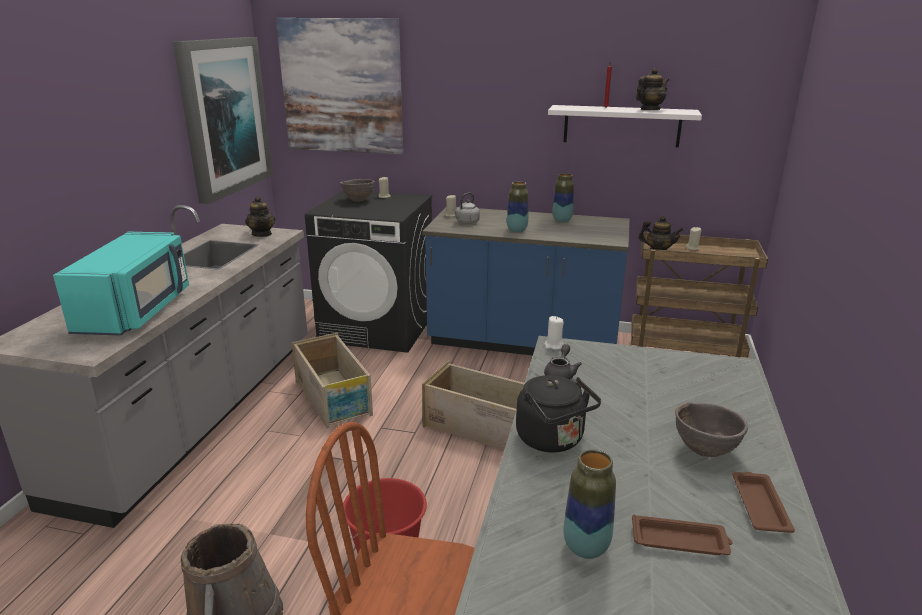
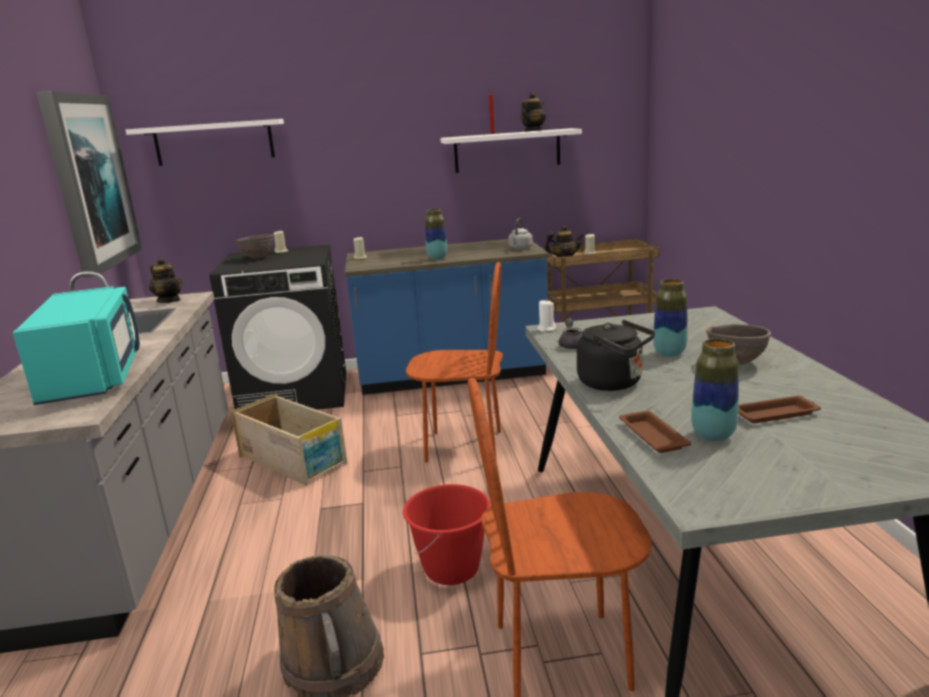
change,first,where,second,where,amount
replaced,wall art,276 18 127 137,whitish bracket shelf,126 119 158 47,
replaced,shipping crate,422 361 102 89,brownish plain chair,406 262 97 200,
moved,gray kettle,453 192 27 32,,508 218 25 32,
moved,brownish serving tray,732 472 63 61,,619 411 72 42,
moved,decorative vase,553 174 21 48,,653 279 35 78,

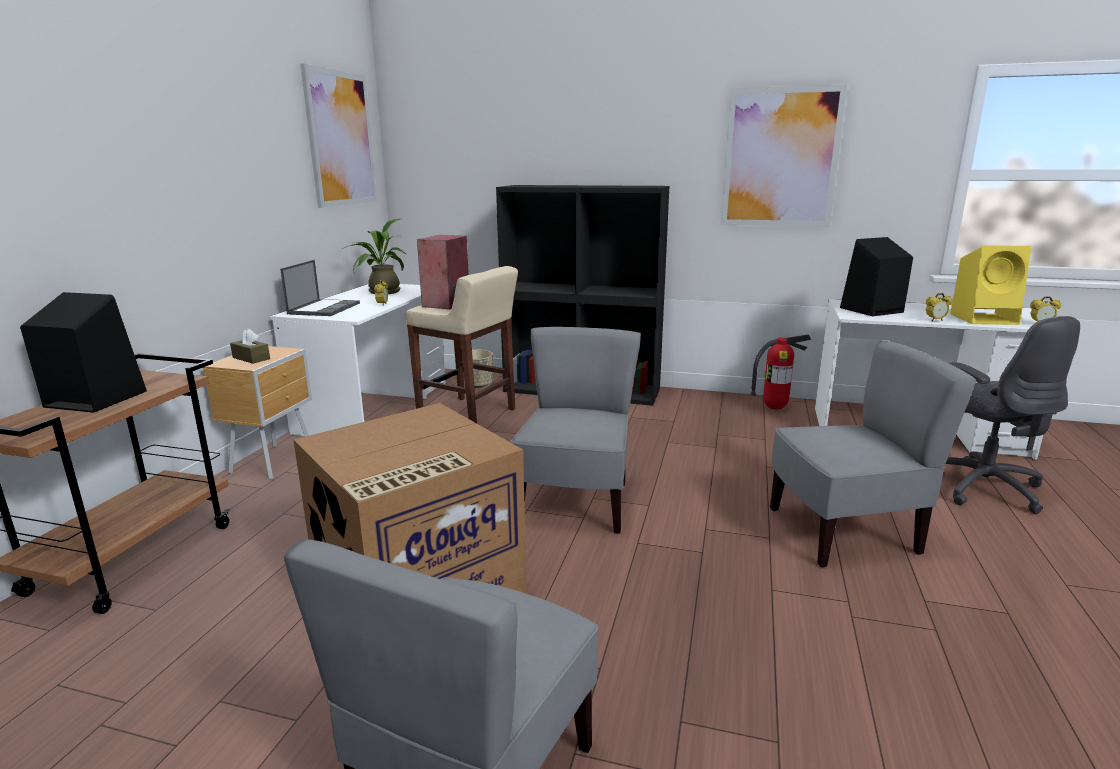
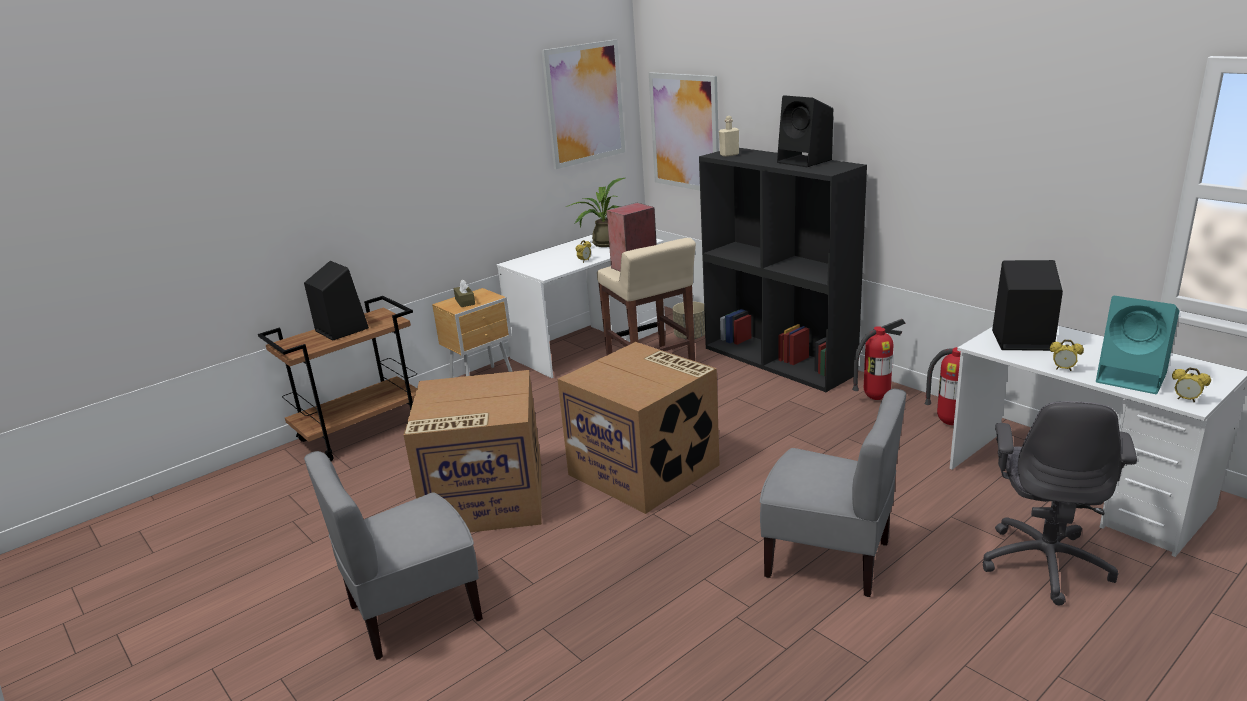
change,first,where,second,where,amount
replaced,gray plain chair,510 327 131 207,carton,557 342 163 172,
moved,wall art,721 85 127 142,,649 72 70 119,
added,,,beige-coloured bottle,719 116 20 41,
added,,,black speaker,777 95 56 72,
added,,,extinguisher,852 319 53 81,
recoloured,yellow speaker,950 246 81 79,turquoise speaker,1096 296 83 98,
removed,laptop,280 260 80 56,,,

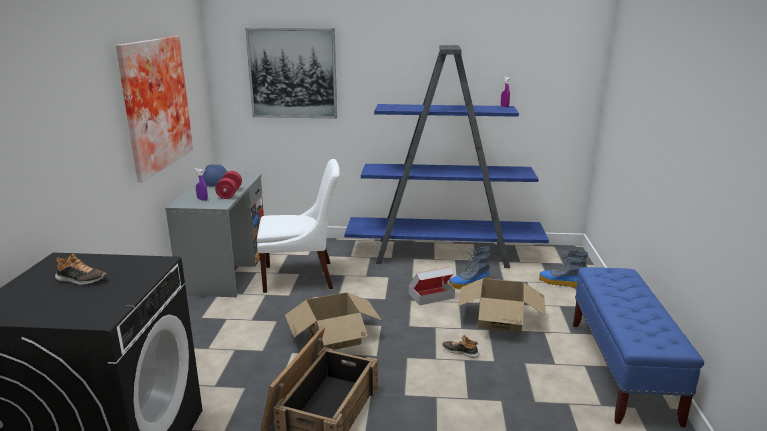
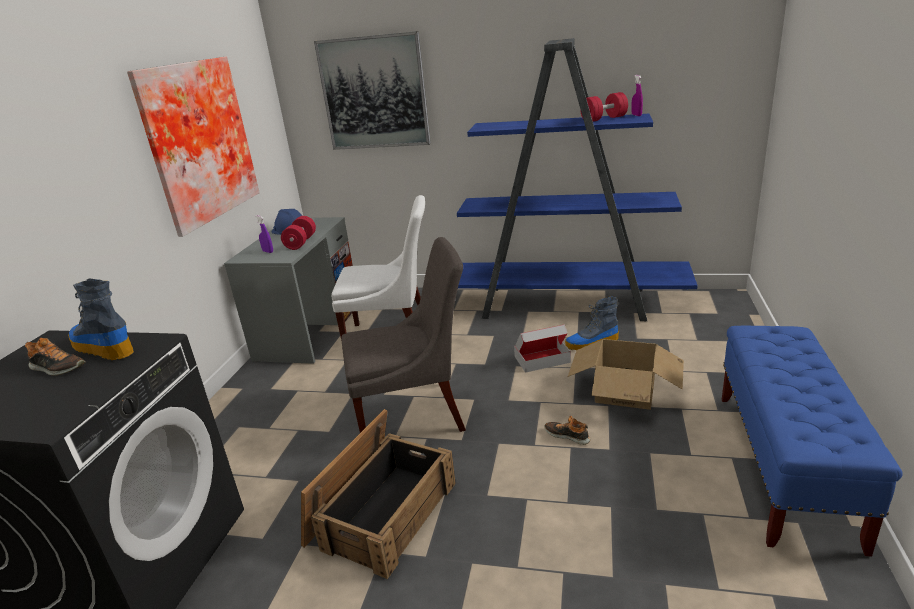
change,first,where,second,where,amount
moved,tall boot,539 250 49 38,,68 279 66 81,
replaced,carton,285 292 97 60,gray plain chair,341 237 125 196,
added,,,red hand weight,580 92 48 29,

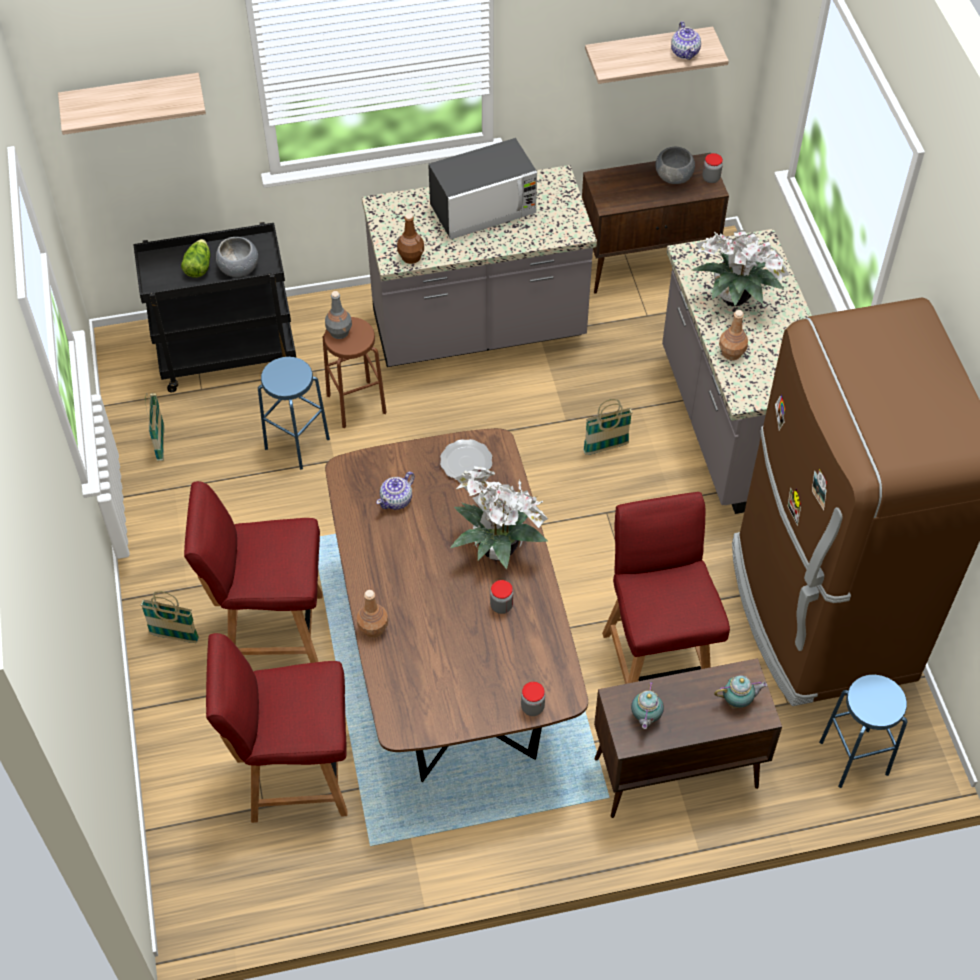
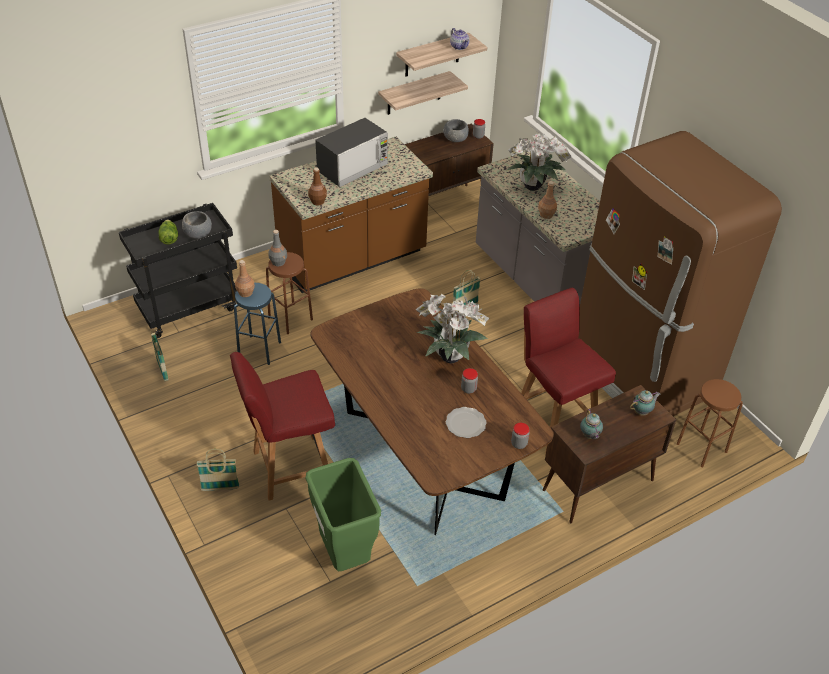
change,first,where,second,where,amount
moved,brownish bottle,357 590 31 48,,235 260 20 37,
recoloured,gray counter,362 165 235 202,brownish counter,269 137 164 156,
replaced,red plain chair,206 633 142 190,green-coloured trash can,306 458 75 113,
moved,bracket shelf,58 73 148 62,,378 71 90 44,
moved,plate,440 439 52 40,,446 407 41 31,
recoloured,bluish sitting stool,819 675 89 113,brownish sitting stool,677 379 66 88,
removed,teapot,376 472 39 38,,,

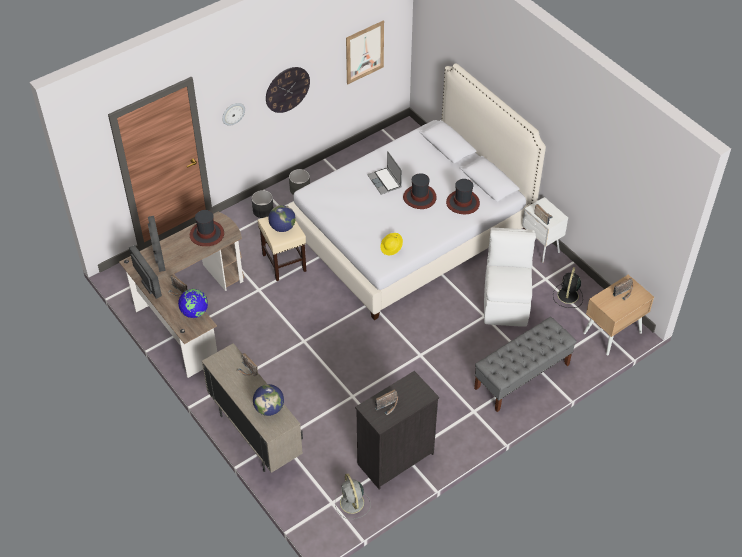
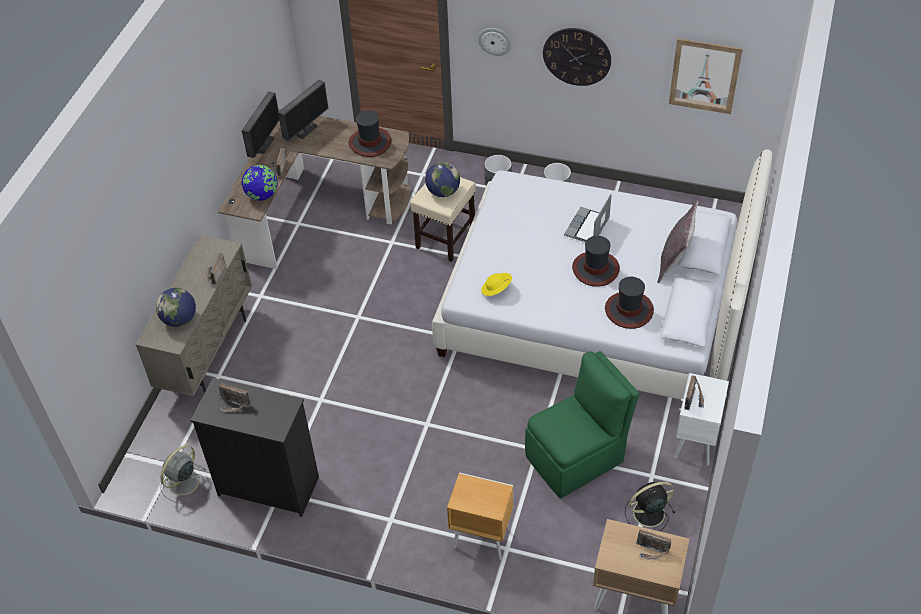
change,first,where,second,where,amount
replaced,gray bench,474 317 103 95,brownish night table,447 472 66 88,
recoloured,whitish plain chair,484 227 52 100,green-coloured plain chair,525 351 114 147,
added,,,gray throw pillow,658 201 40 82,

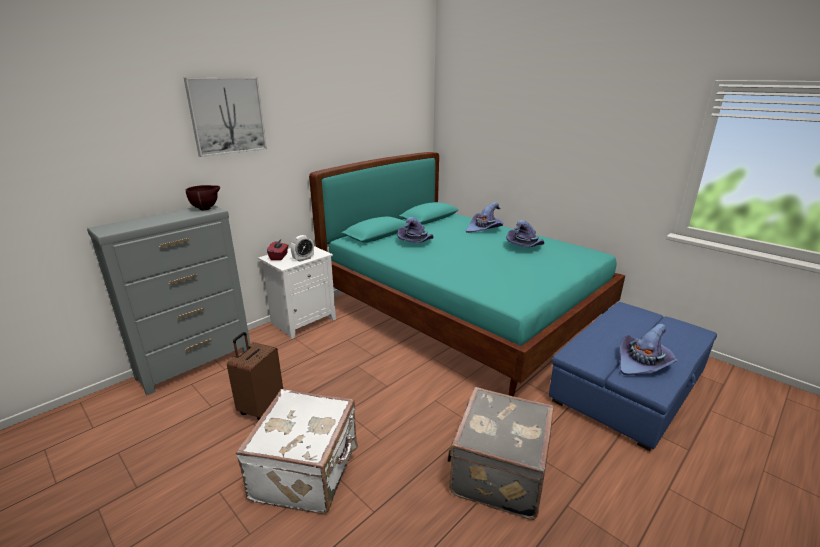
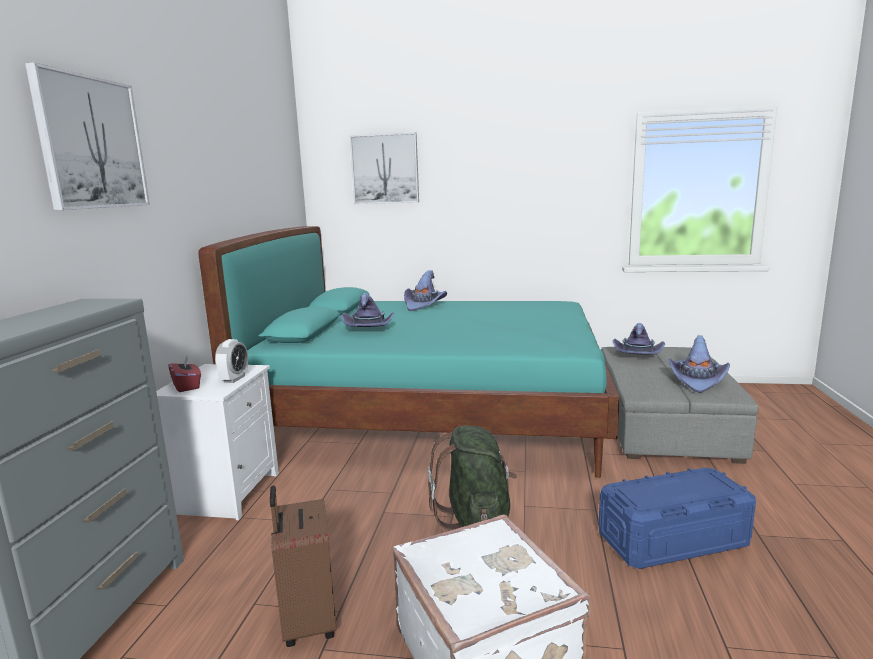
change,first,where,second,where,amount
added,,,wall art,350 132 69 72,
added,,,green-coloured rucksack,428 425 89 106,
replaced,gray travel case,447 387 107 133,bluish storage container,599 467 157 102,
recoloured,bluish pouffe,549 302 168 149,gray pouffe,601 347 158 117,
moved,purple hat,507 220 37 27,,612 323 53 31,
removed,brownish deep dish,186 185 34 25,,,

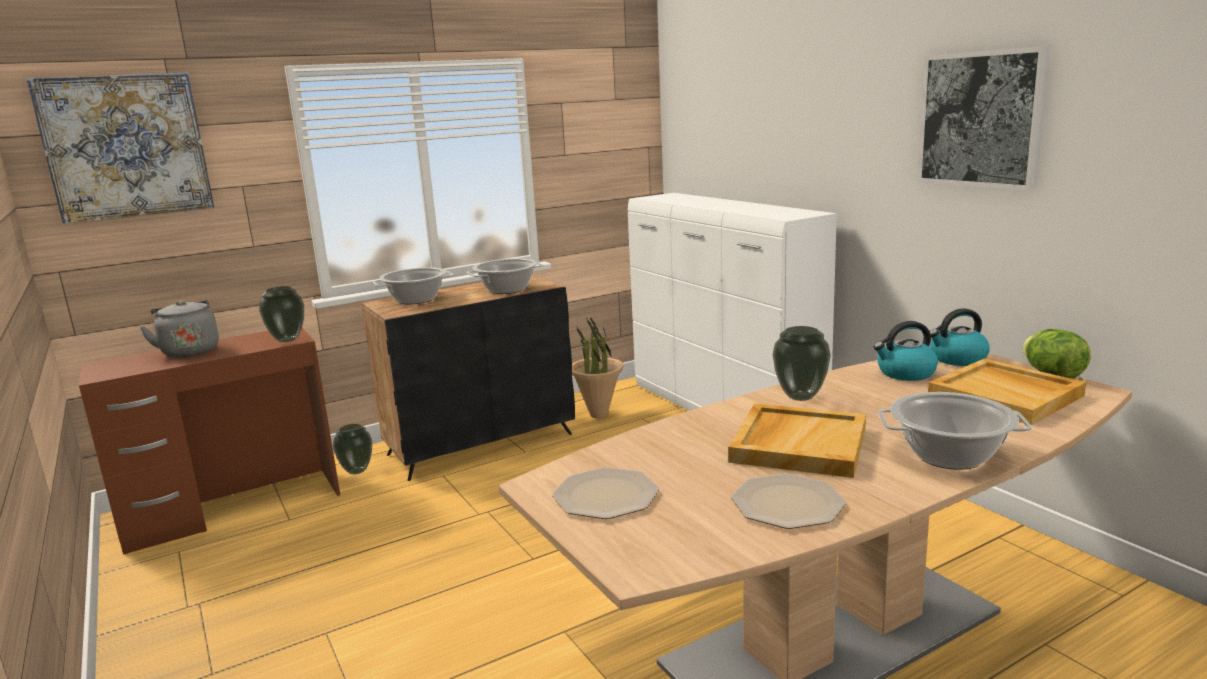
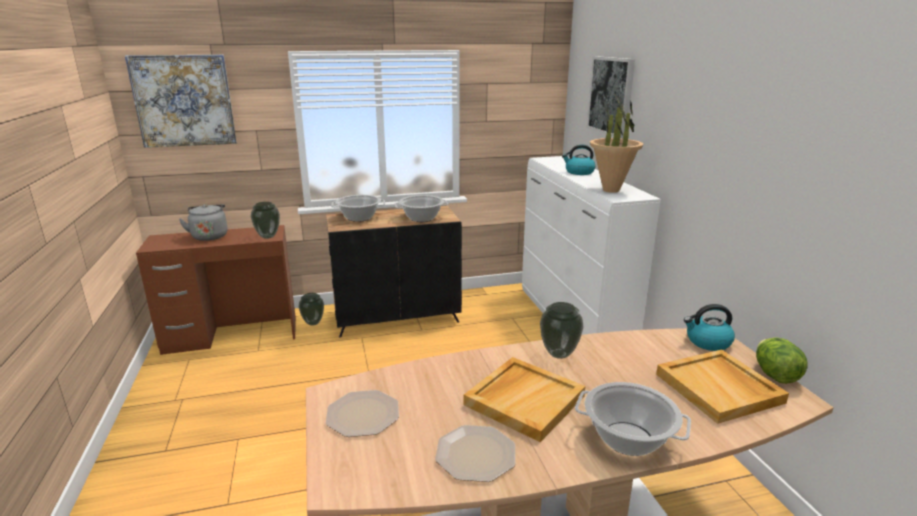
change,first,where,second,where,amount
moved,kettle,874 321 64 60,,562 145 33 30,
moved,wall art,917 46 134 144,,587 56 48 83,
moved,potted plant,572 318 52 100,,590 95 53 98,

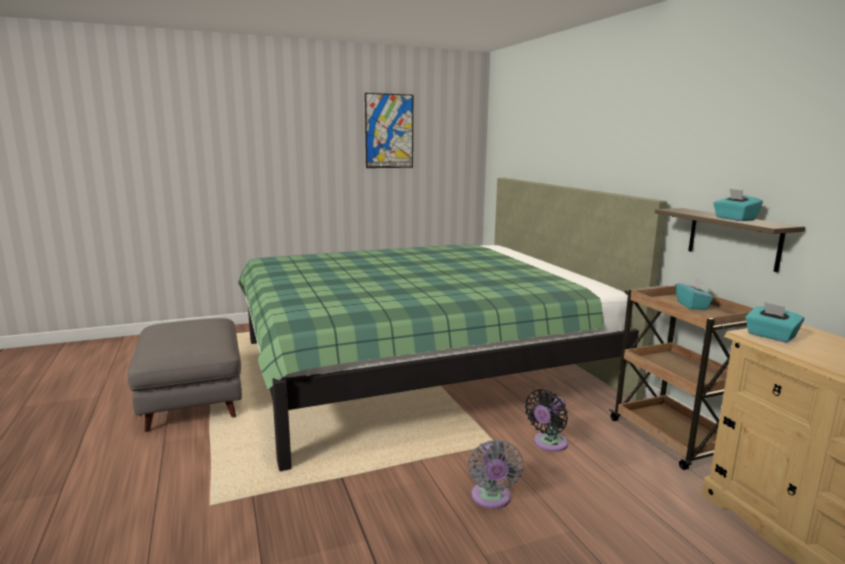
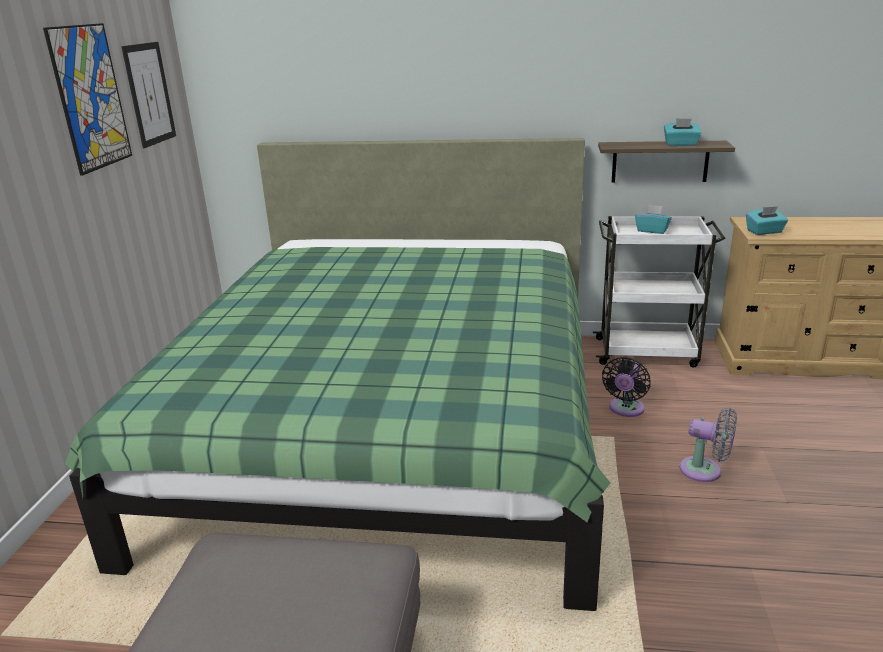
change,first,where,second,where,amount
added,,,wall art,121 42 55 106,
recoloured,brownish wheeled cart,609 284 144 186,whitish wheeled cart,593 216 133 152,
turned,black fan,525 389 43 63,,602 357 49 60,45 degrees clockwise

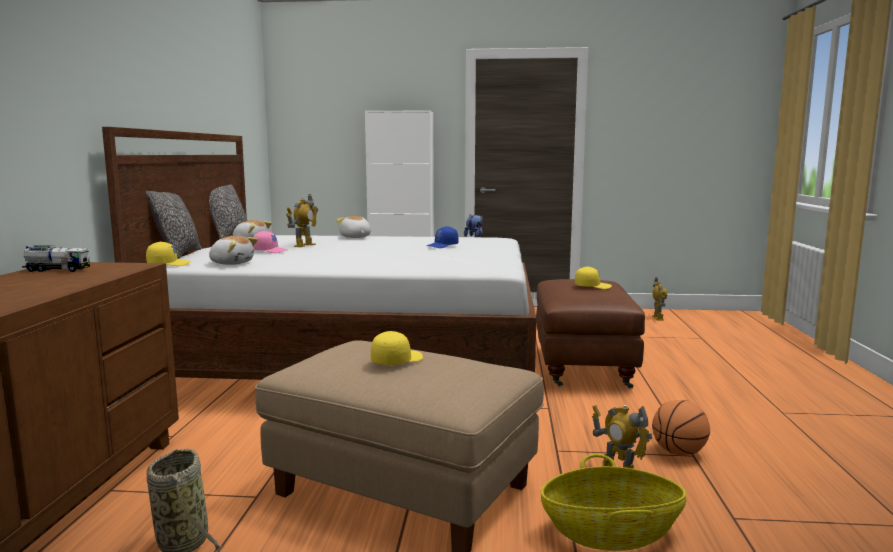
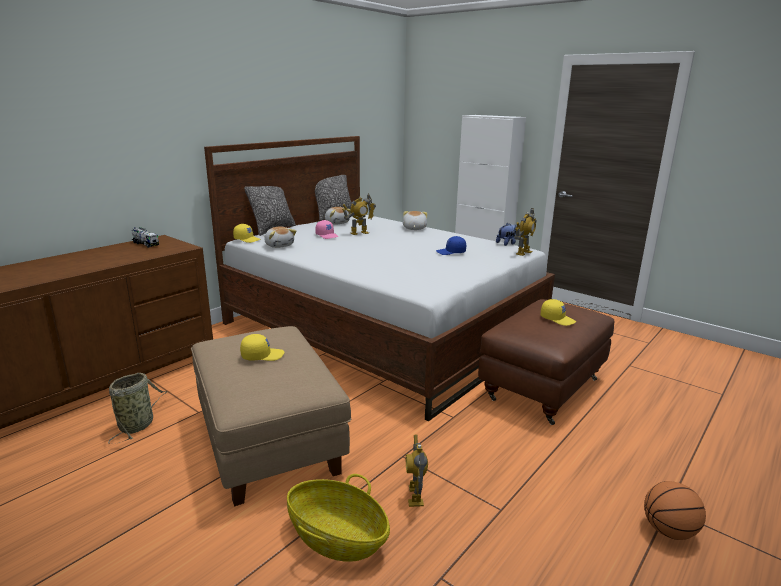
change,first,where,second,where,amount
moved,model robot,652 277 15 44,,514 208 23 48,
moved,basketball,652 400 58 55,,644 481 62 59,

